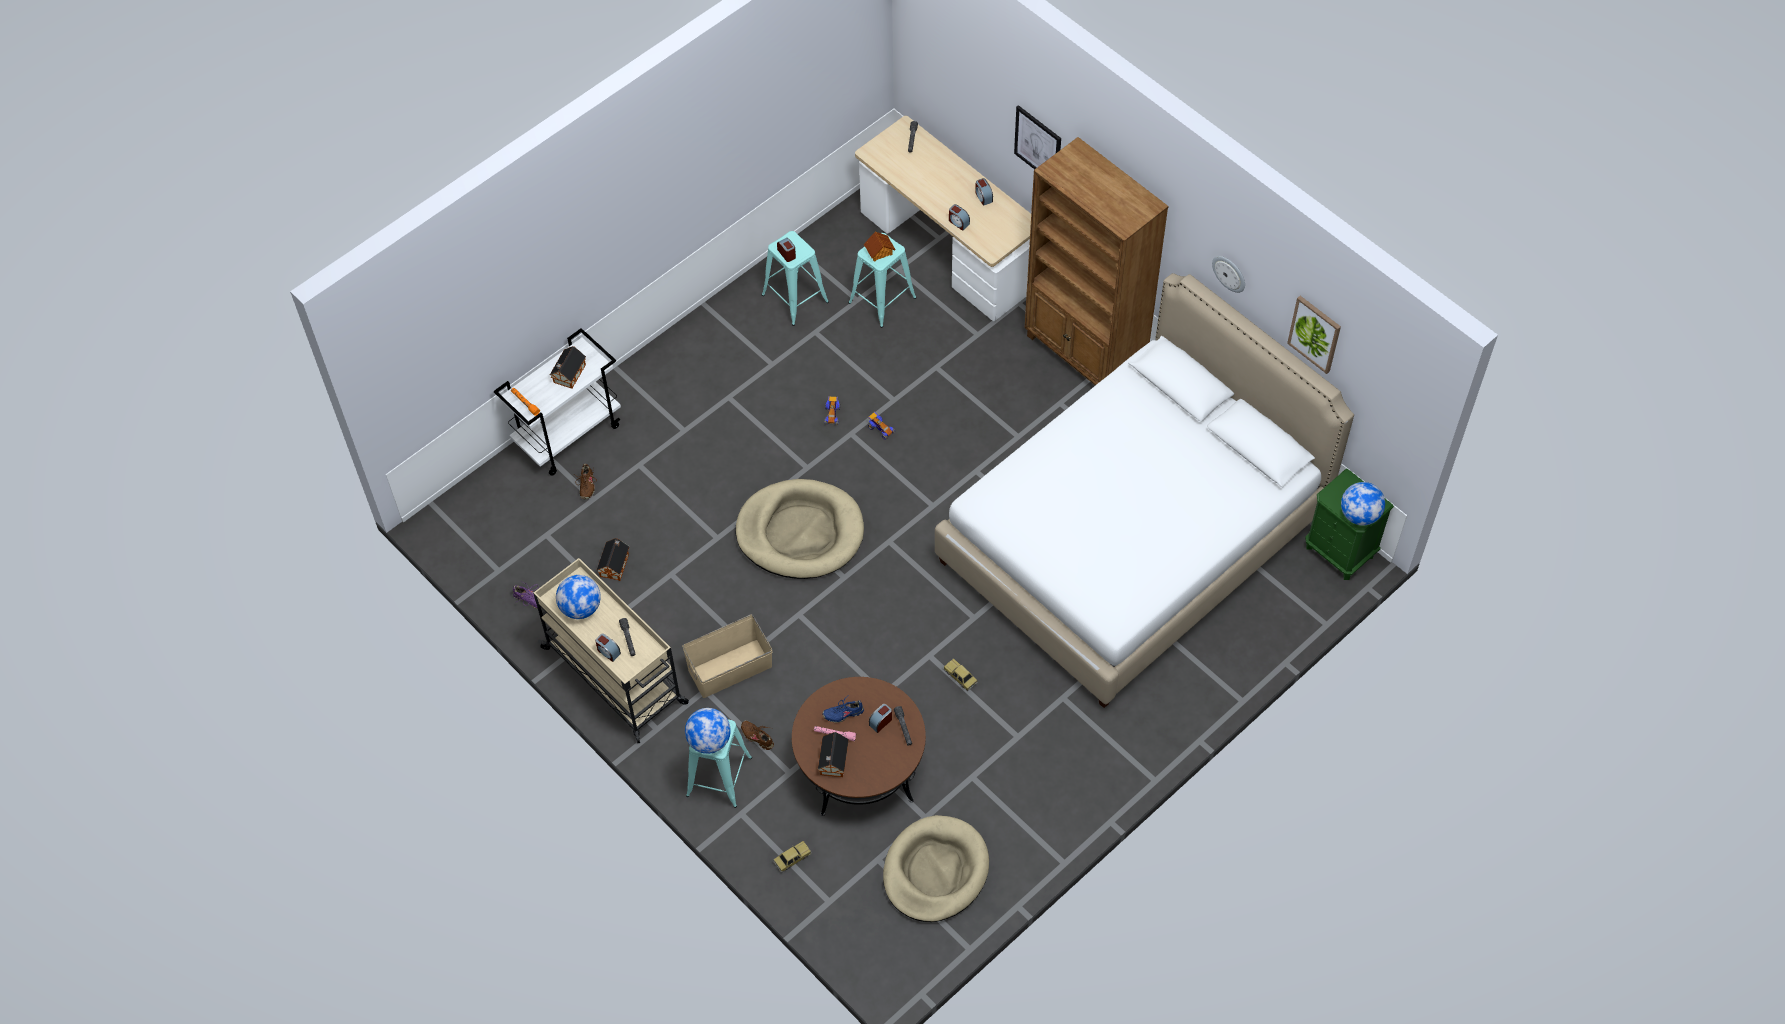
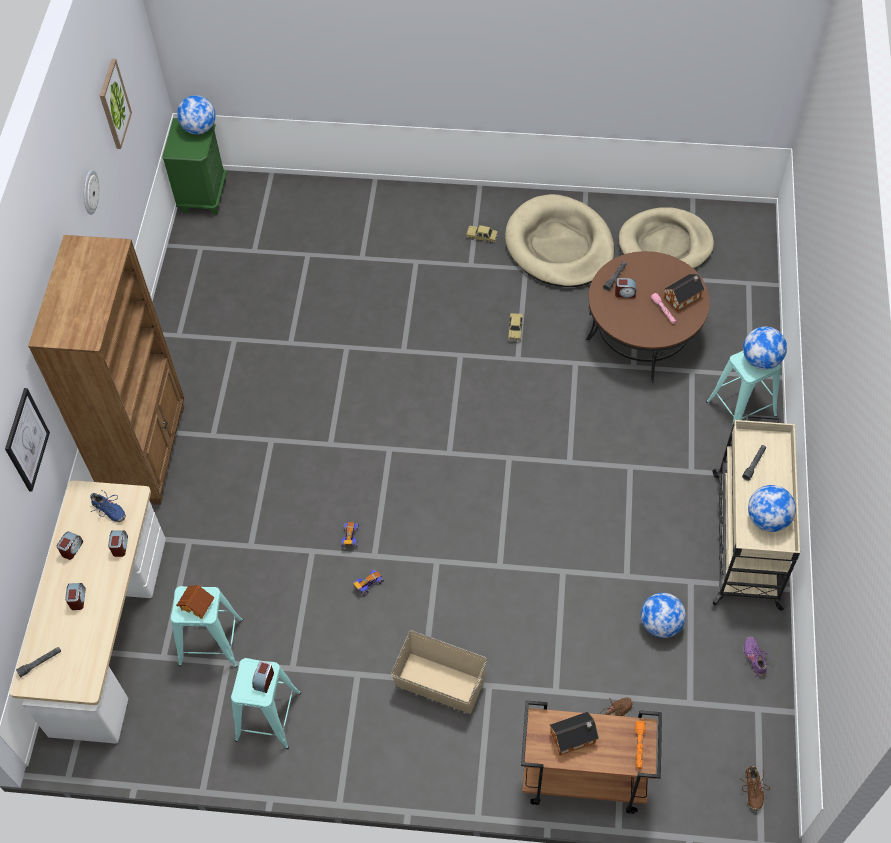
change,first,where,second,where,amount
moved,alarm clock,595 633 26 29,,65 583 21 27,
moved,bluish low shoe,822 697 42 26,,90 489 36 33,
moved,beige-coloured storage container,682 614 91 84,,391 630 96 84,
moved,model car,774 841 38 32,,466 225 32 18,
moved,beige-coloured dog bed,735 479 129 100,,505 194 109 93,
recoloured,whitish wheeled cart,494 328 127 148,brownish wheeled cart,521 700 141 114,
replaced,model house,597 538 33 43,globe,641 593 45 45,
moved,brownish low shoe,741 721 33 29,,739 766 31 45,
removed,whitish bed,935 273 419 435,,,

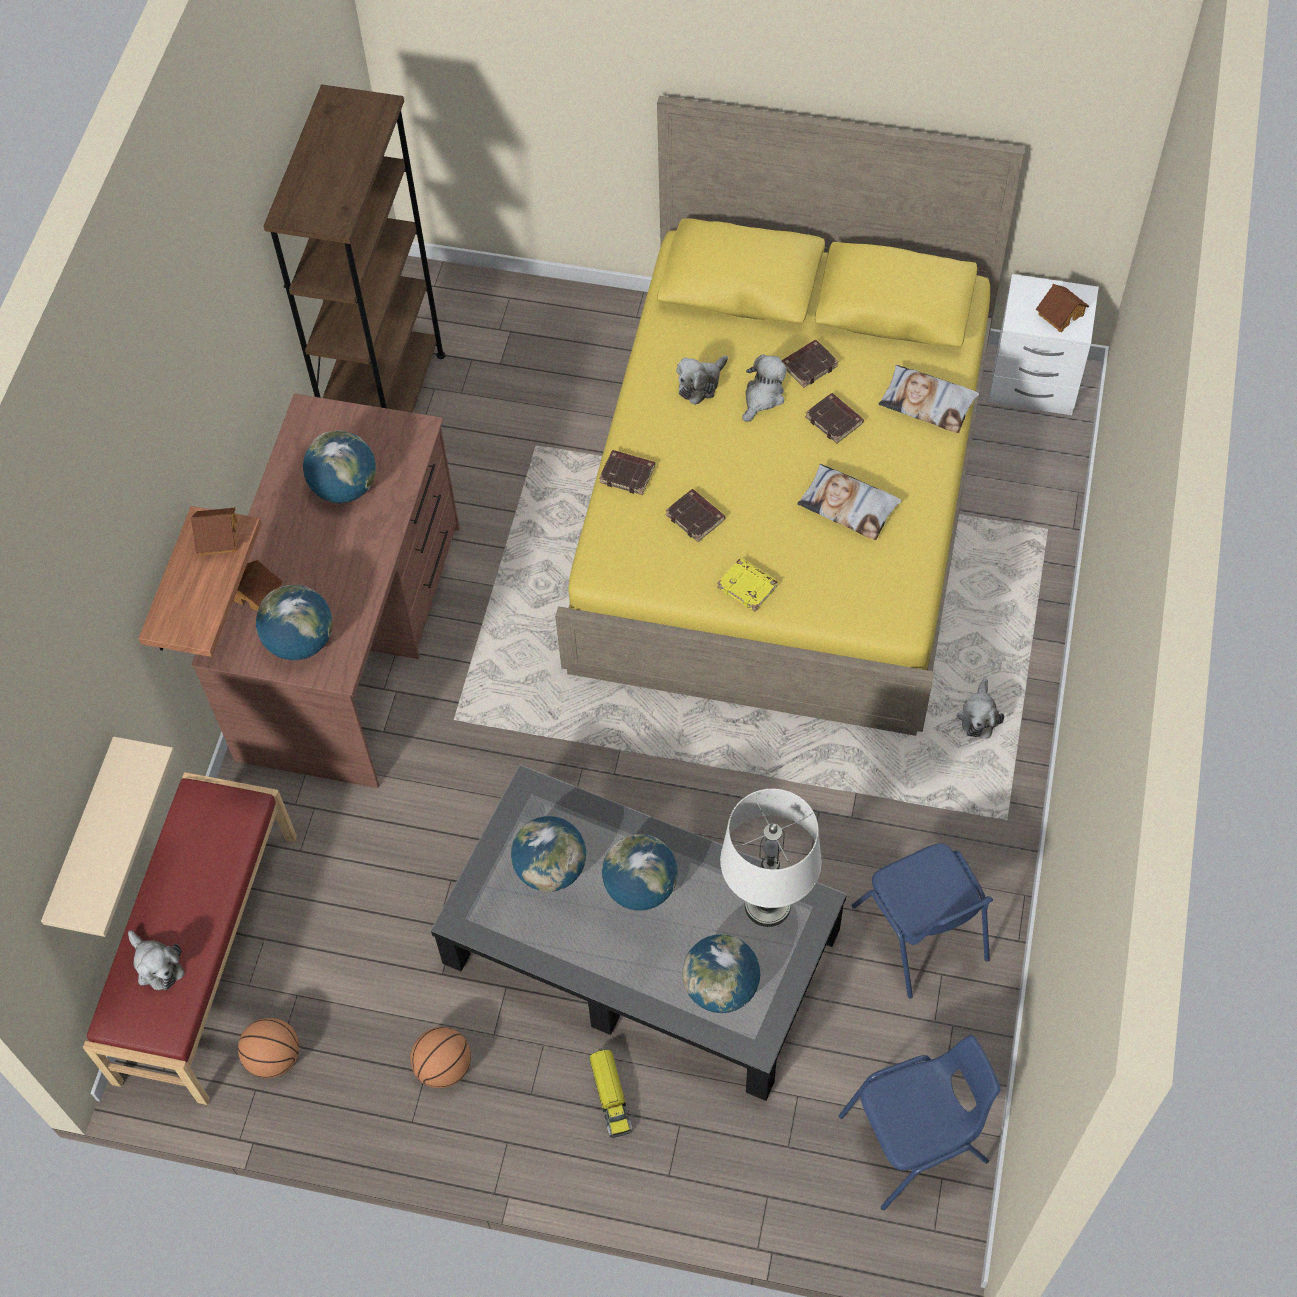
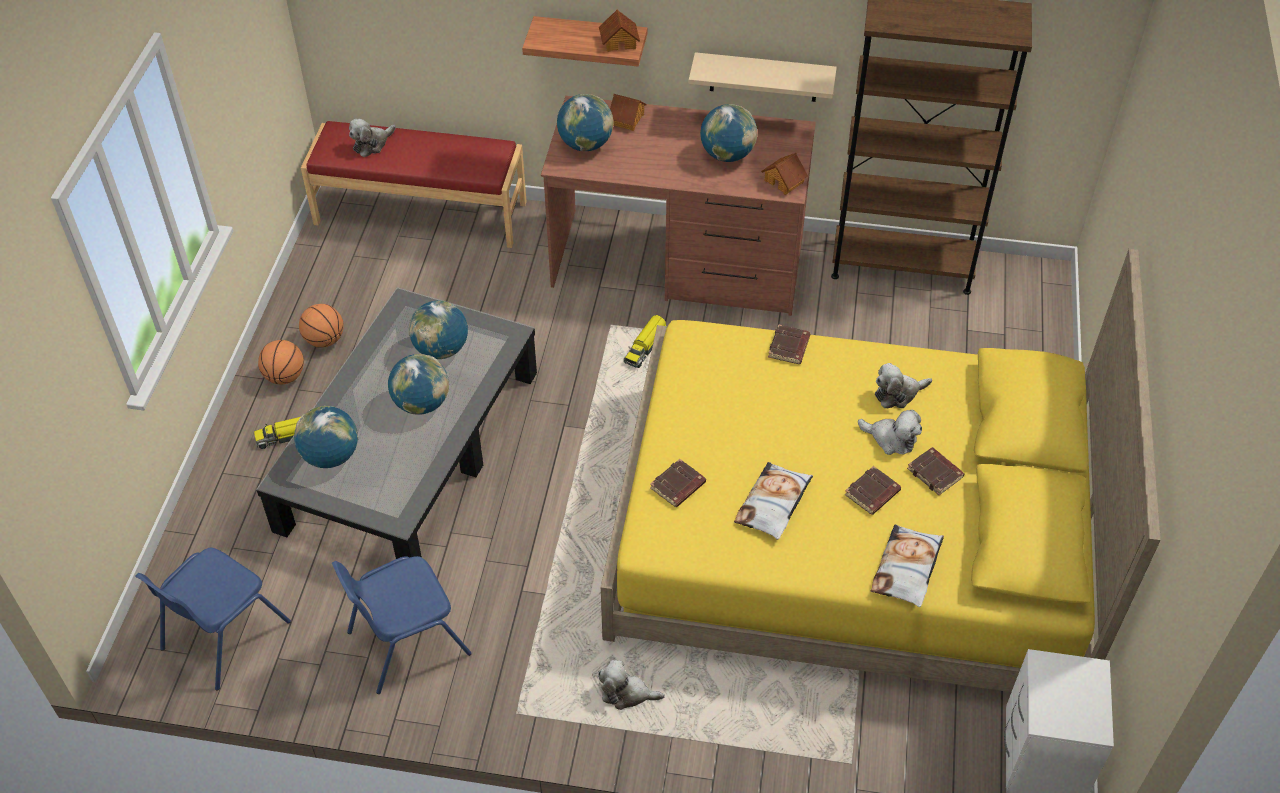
change,first,where,second,where,amount
turned,bluish plain chair,839 1035 162 175,,135 548 156 143,60 degrees clockwise
moved,basketball,238 1018 62 60,,258 340 46 45,
added,,,model truck,624 315 42 53,
moved,brownish volume,665 489 60 53,,650 459 56 48,
moved,beige-coloured bracket shelf,41 736 134 201,,689 52 148 50,
moved,model house,1036 284 53 48,,761 153 47 42,
turned,cuddly toy,676 355 52 50,,875 363 57 45,60 degrees counterclockwise
removed,yellow volume,717 558 62 54,,,
removed,whitish lamp for a table,720 789 102 138,,,

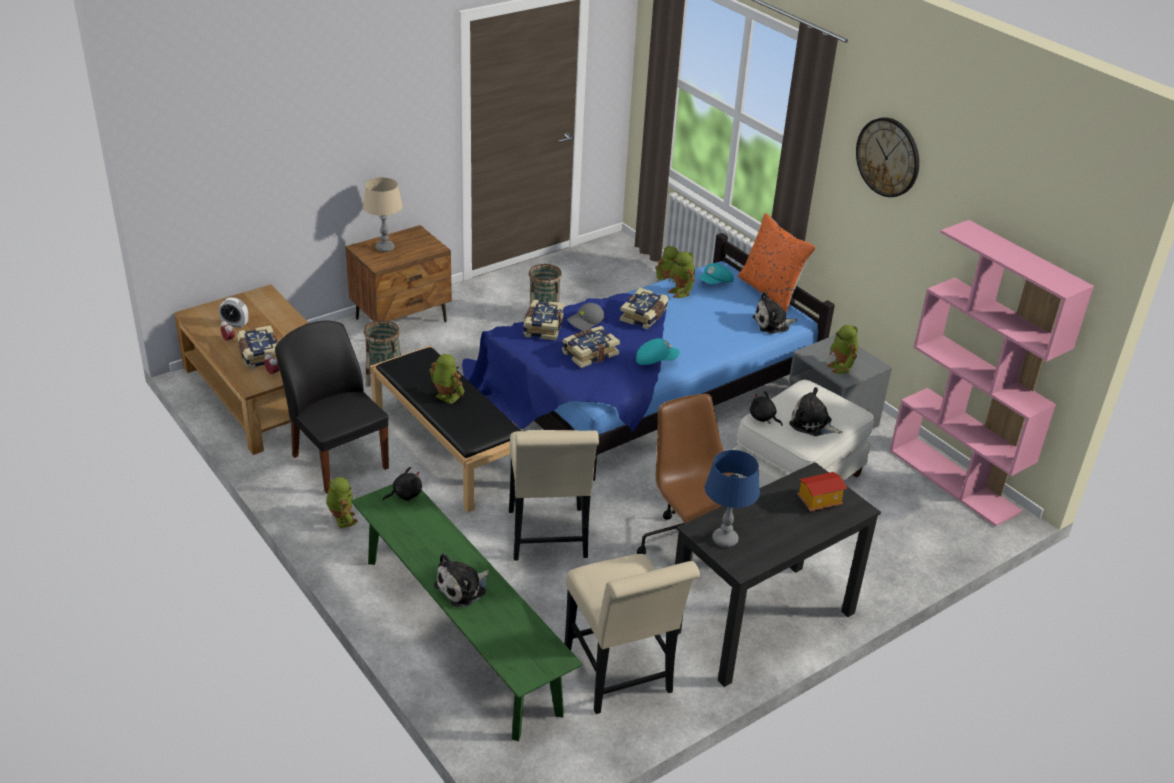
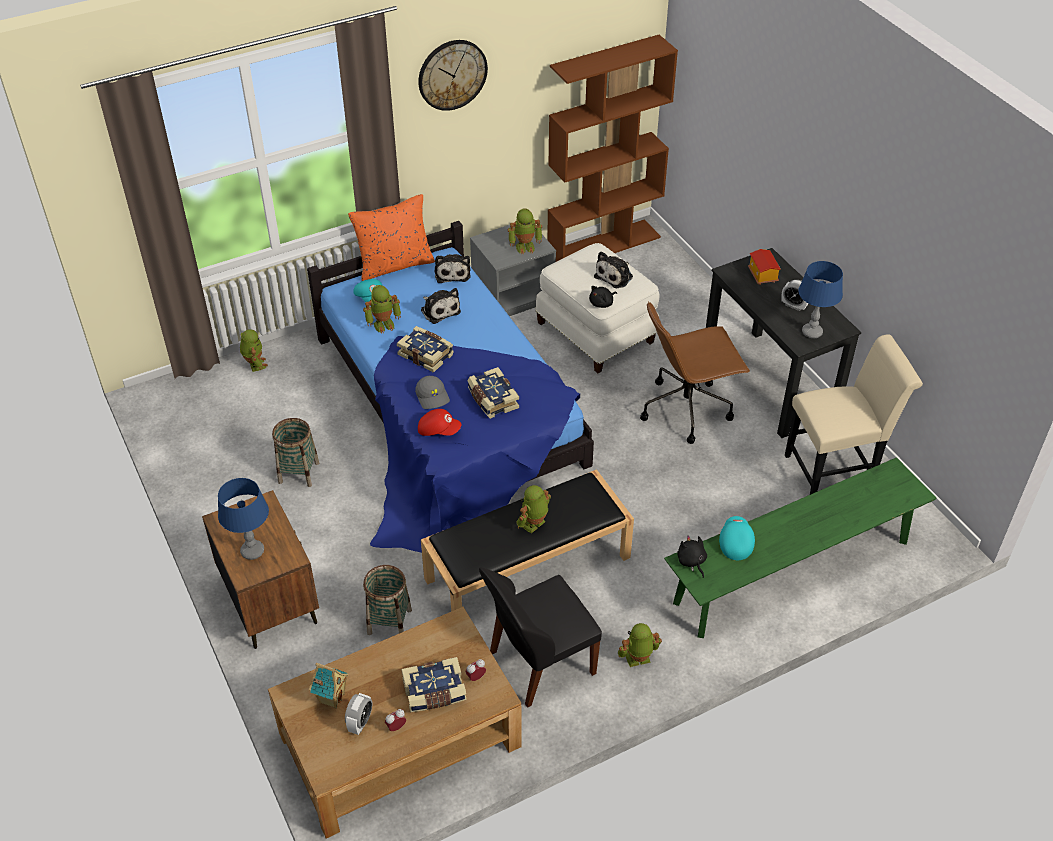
change,first,where,second,where,amount
recoloured,beige-coloured lamp for a table,363 177 40 75,bluish lamp for a table,218 478 51 82,
added,,,model house,309 663 40 46,
replaced,volume,523 300 41 41,red peaked cap,418 409 43 27,
moved,cuddly toy,434 553 55 54,,421 288 40 36,
recoloured,pinkish bookcase,890 220 204 307,brownish bookcase,547 35 131 227,
moved,turquoise peaked cap,636 338 44 27,,719 516 36 44,
added,,,alarm clock,781 280 27 31,
removed,beige-coloured plain chair,509 430 90 131,,,

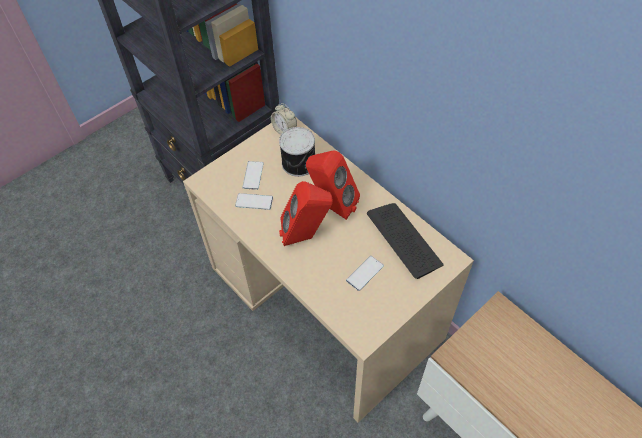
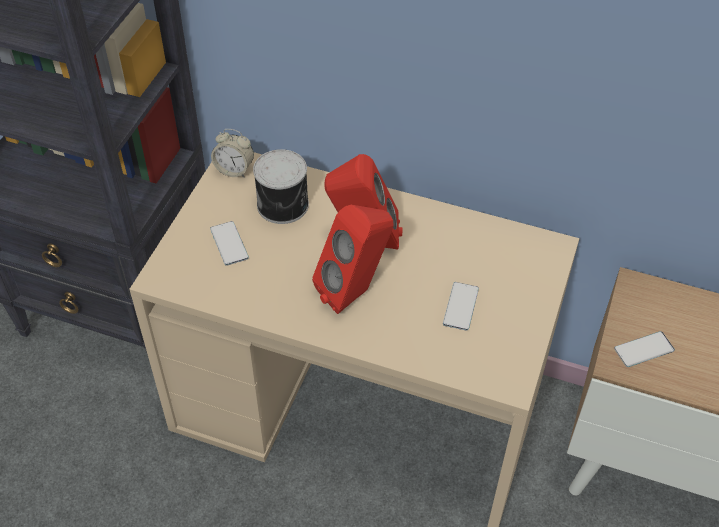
change,first,where,second,where,amount
moved,phone,235 193 38 17,,614 331 61 36,
removed,keyboard,367 203 77 76,,,

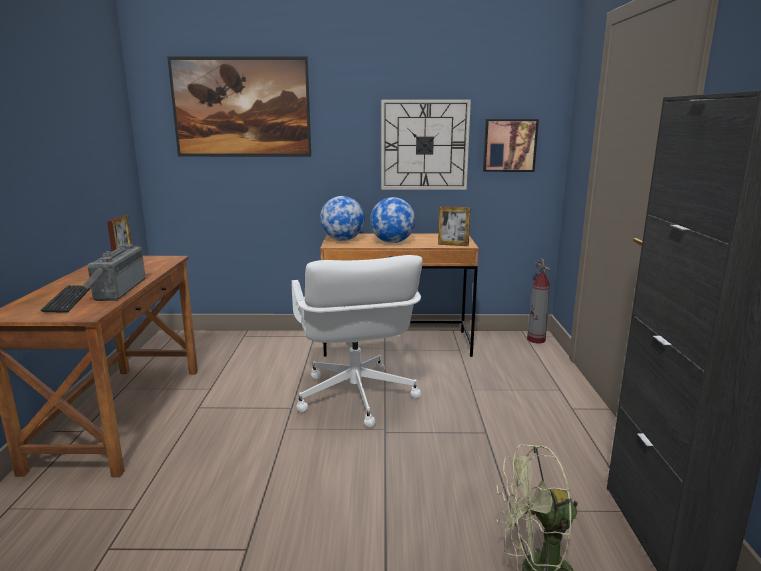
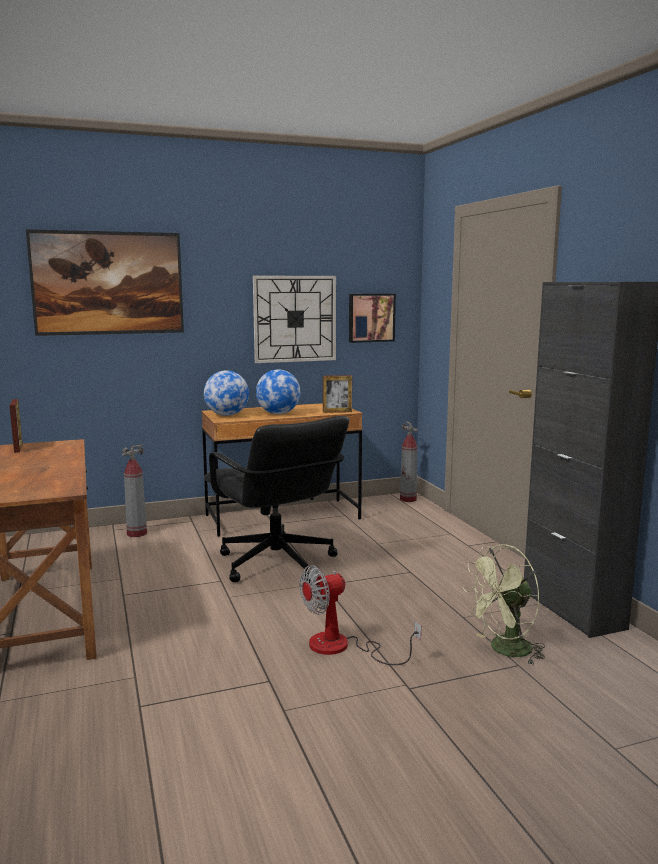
change,first,where,second,where,amount
added,,,extinguisher,122 444 25 93,
recoloured,whitish desk chair,291 255 132 173,black desk chair,204 416 145 167,
added,,,fan,300 565 121 100,
removed,keyboard,41 285 50 27,,,
removed,radio set,83 245 62 56,,,

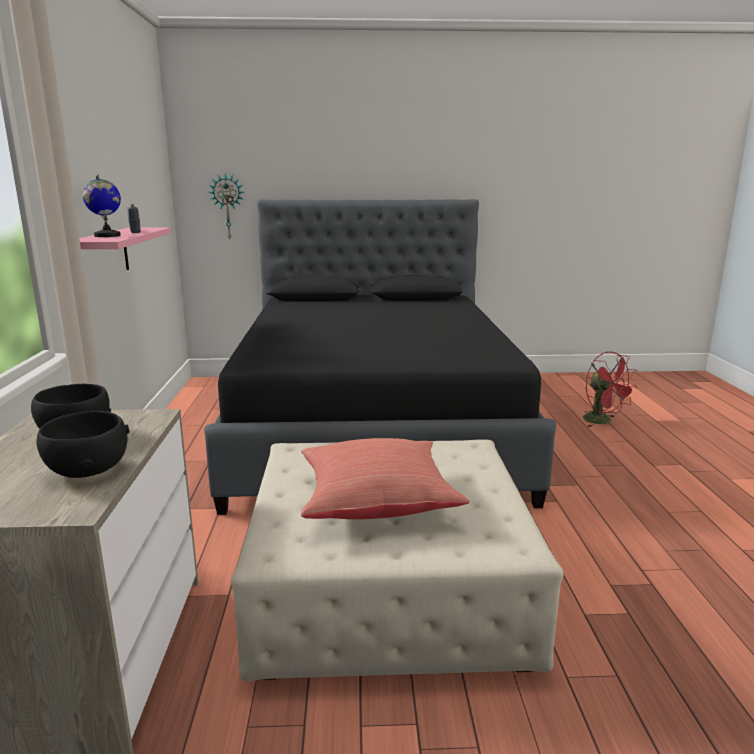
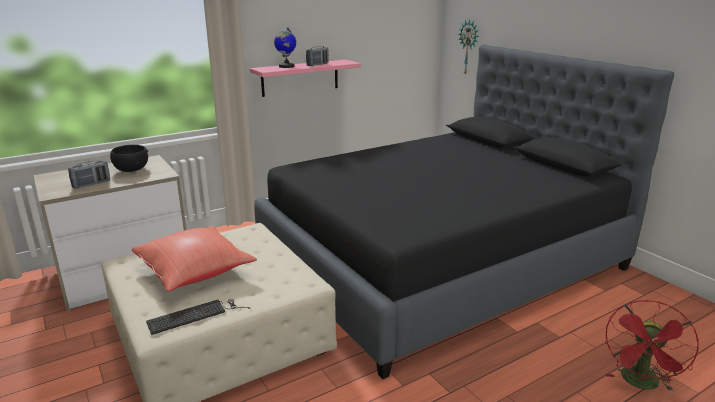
change,first,where,second,where,amount
replaced,black deep dish,37 411 92 67,radio set,68 161 42 28,
added,,,keyboard,146 299 104 36,

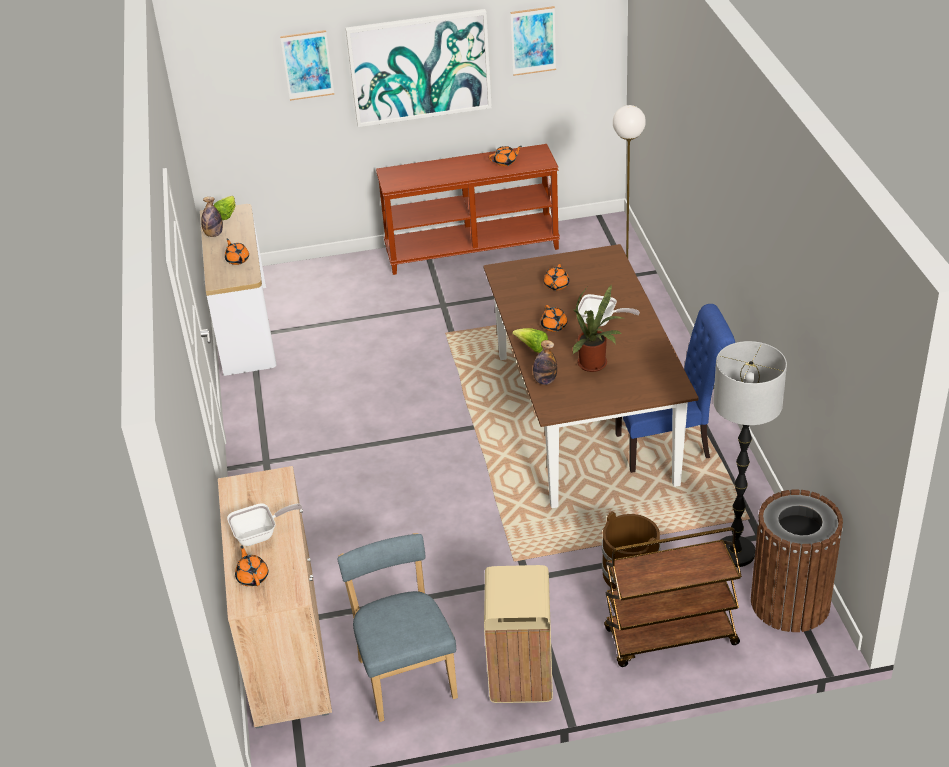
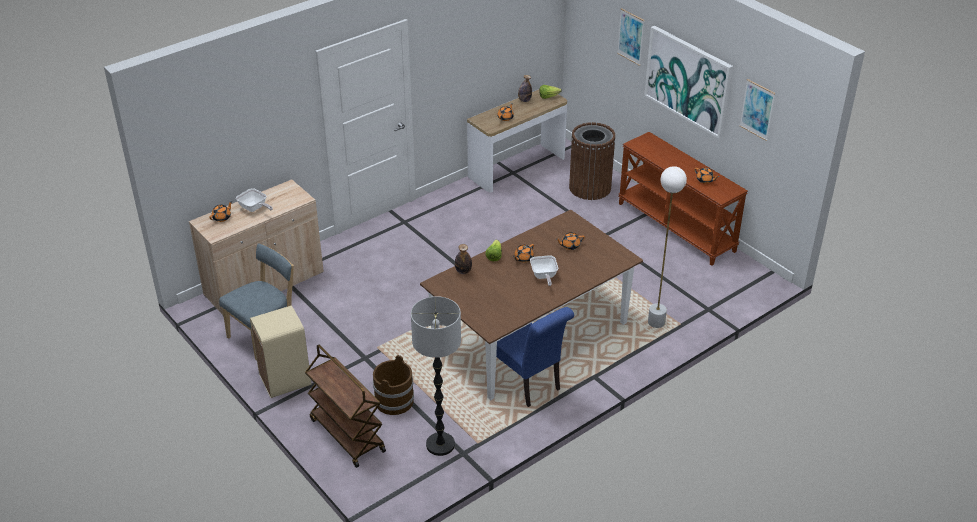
change,first,where,second,where,amount
moved,brownish trash can,751 489 92 143,,569 122 47 78,
removed,potted plant,573 285 53 87,,,

